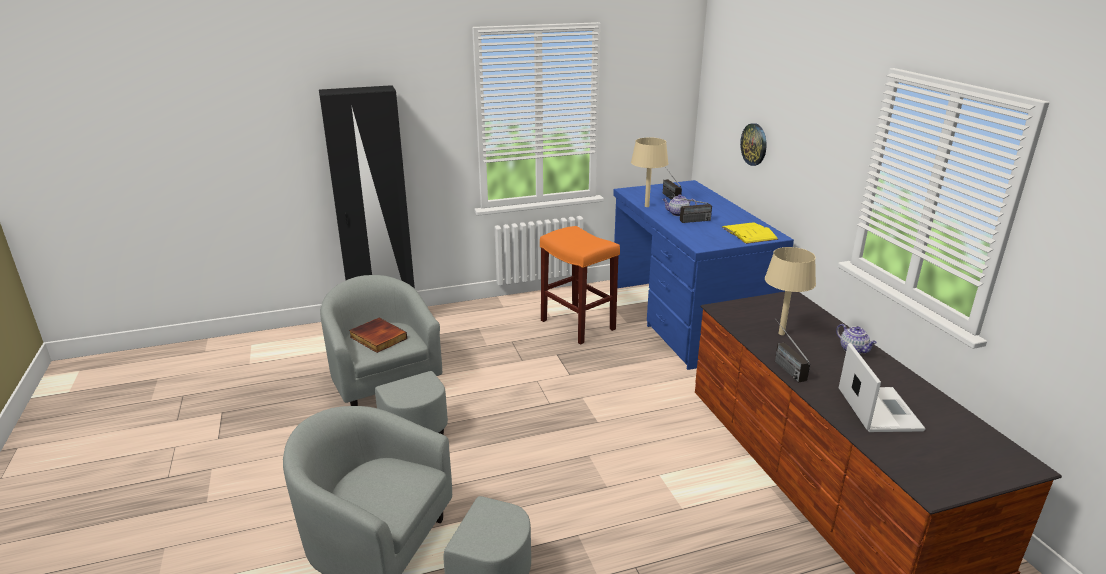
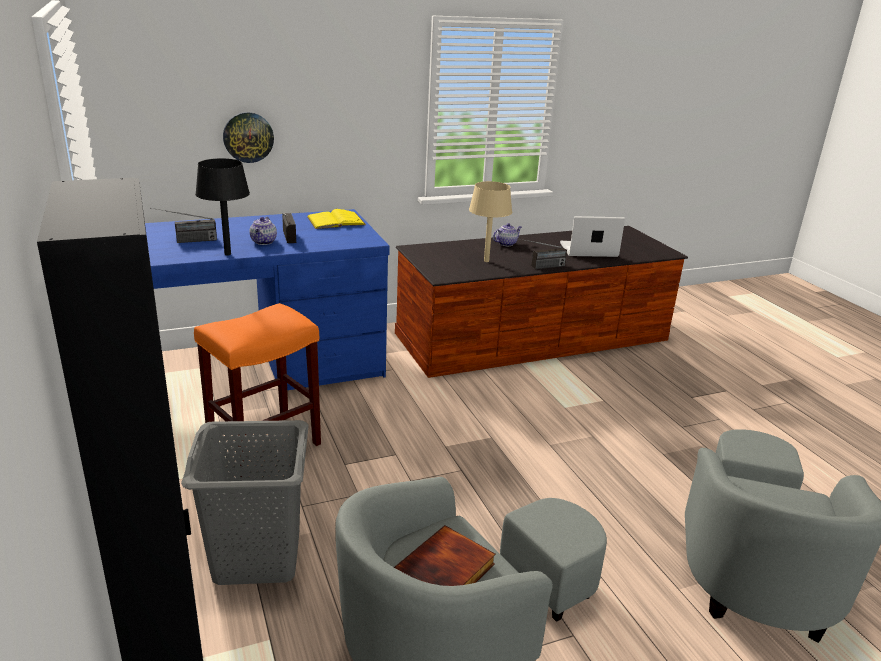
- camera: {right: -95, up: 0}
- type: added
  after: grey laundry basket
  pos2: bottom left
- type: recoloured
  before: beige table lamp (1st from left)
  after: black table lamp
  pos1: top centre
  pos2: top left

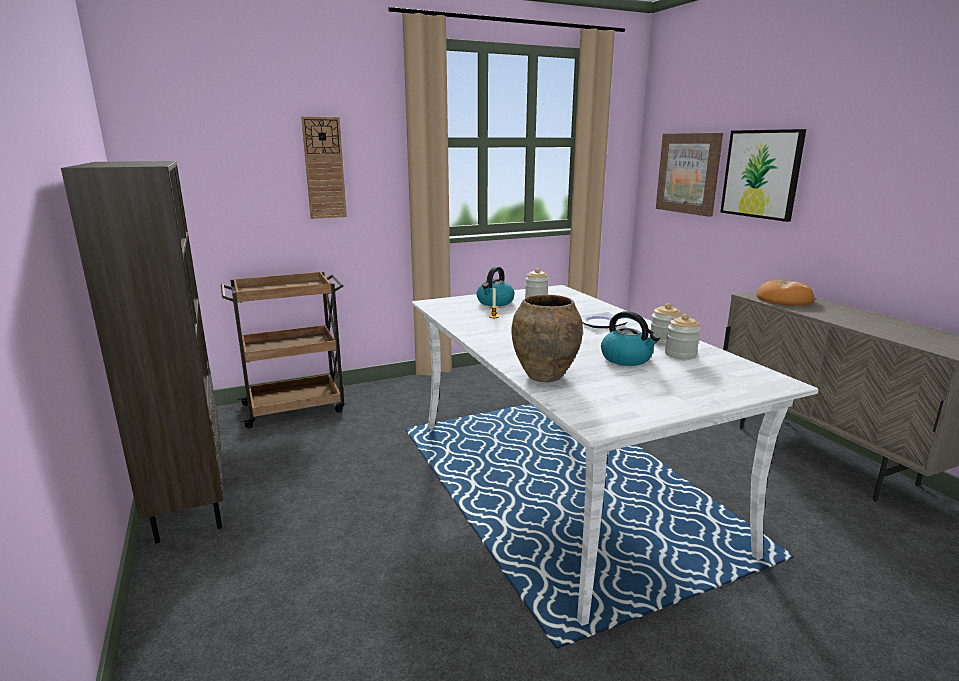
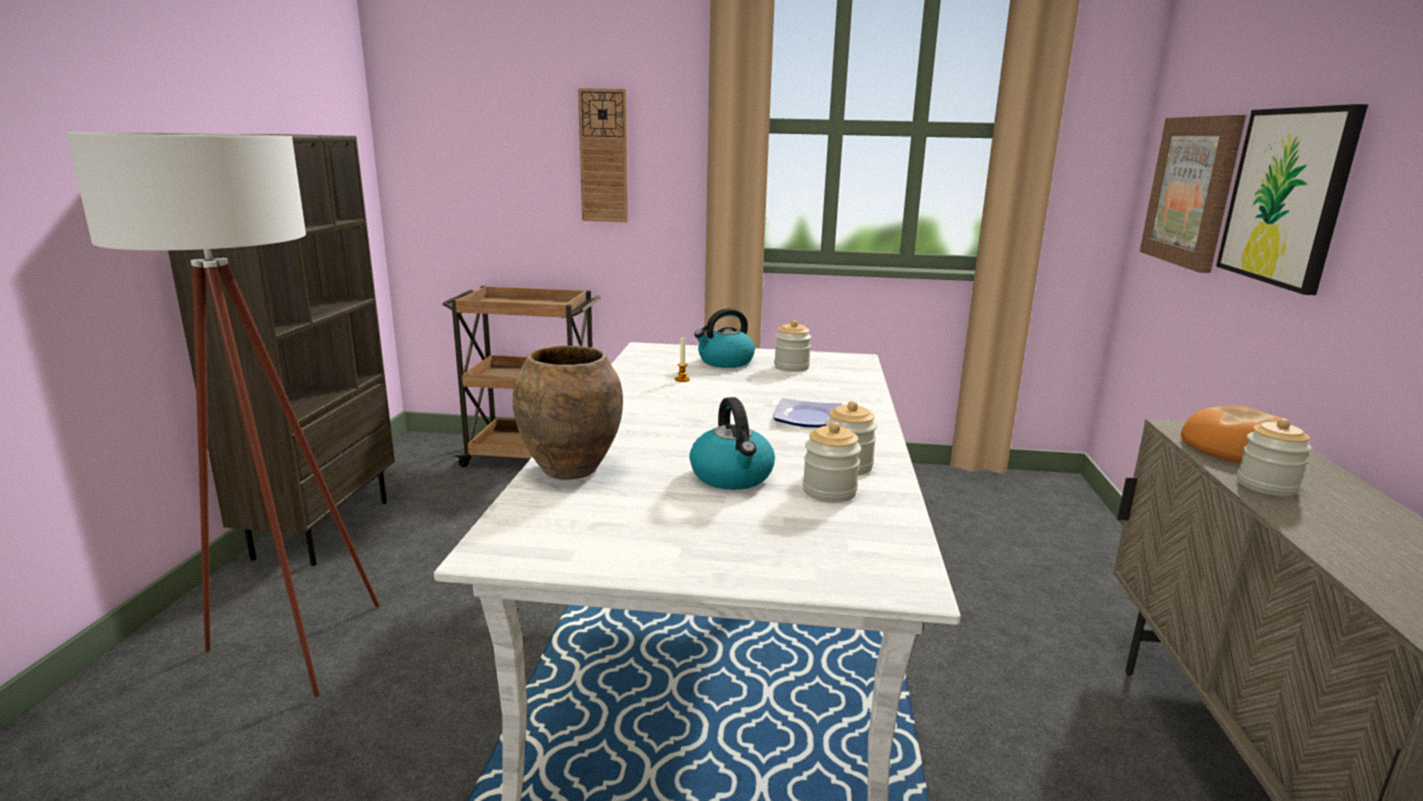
- camera: {right: 30, up: 0}
- type: added
  after: white floor lamp
  pos2: middle left
- type: added
  after: jar (4th from left)
  pos2: middle right

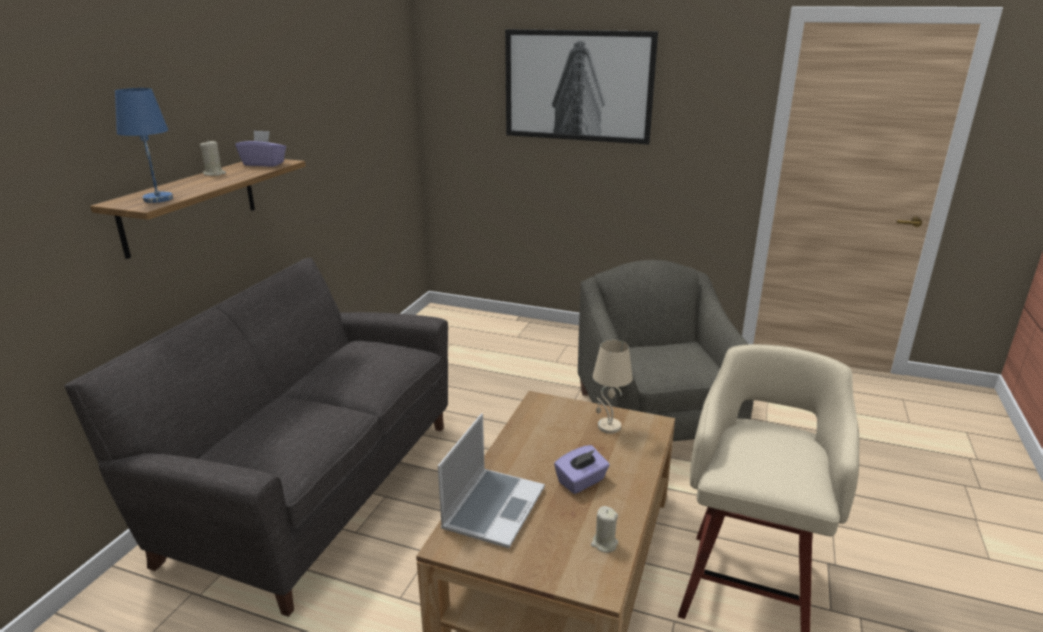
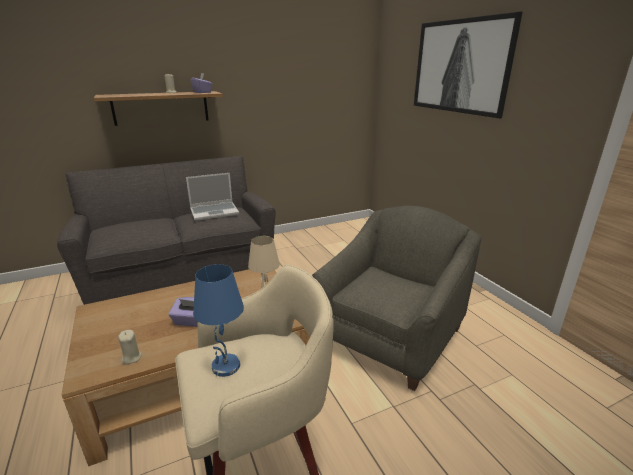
- camera: {right: 45, up: 0}
- type: moved
  before: blue table lamp
  pos1: top left
  pos2: bottom centre
- type: moved
  before: laptop
  pos1: bottom centre
  pos2: centre

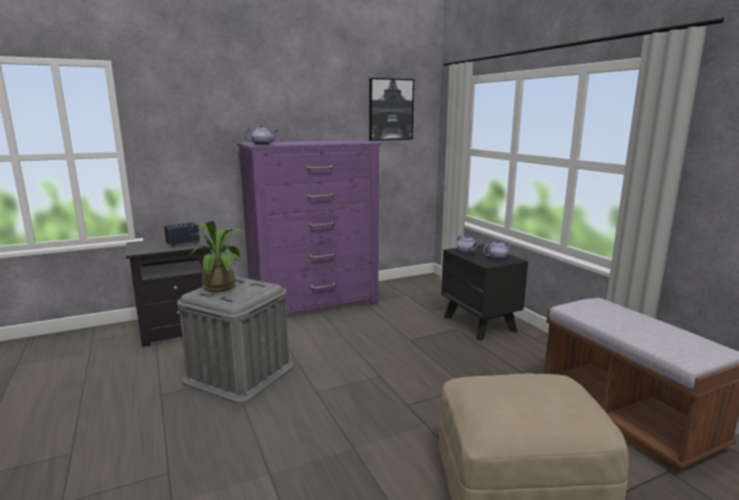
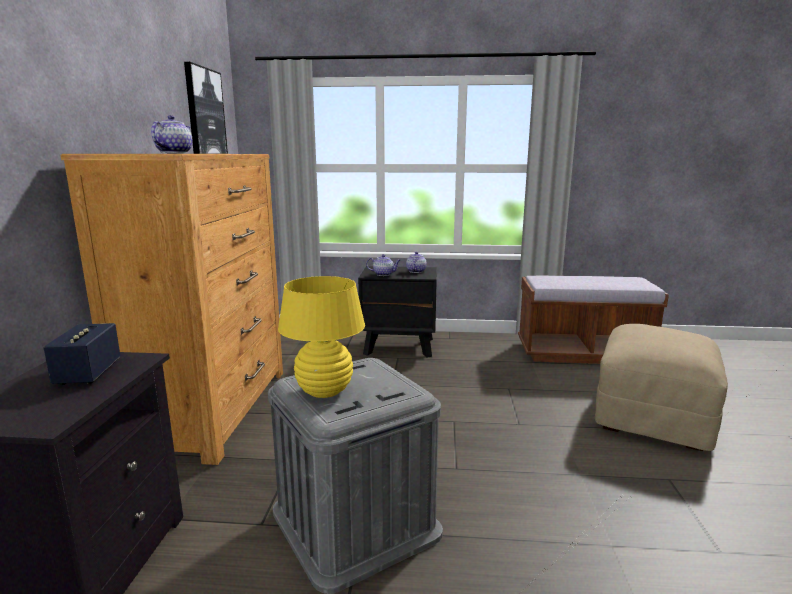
- camera: {right: -60, up: 0}
- type: replaced
  before: potted plant
  after: yellow table lamp
  pos1: middle left
  pos2: centre
- type: recoloured
  before: purple dresser
  after: brown dresser
  pos1: centre
  pos2: middle left

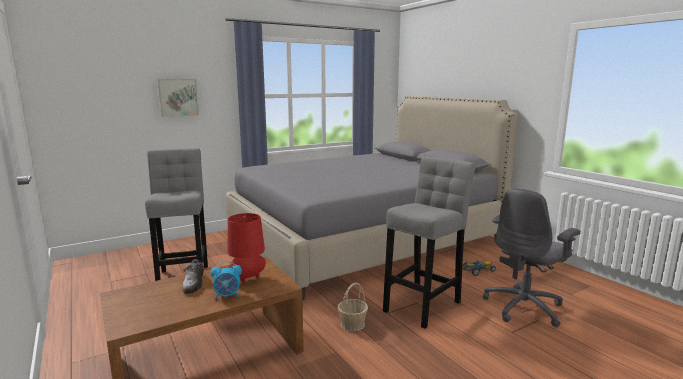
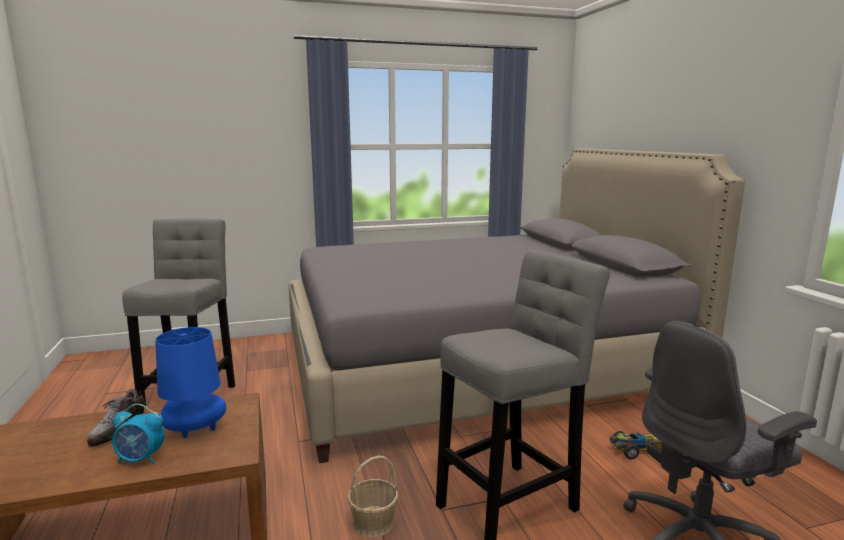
- camera: {right: 15, up: 0}
- type: removed
  before: picture
  pos1: top left
- type: recoloured
  before: red table lamp
  after: blue table lamp
  pos1: centre
  pos2: bottom left

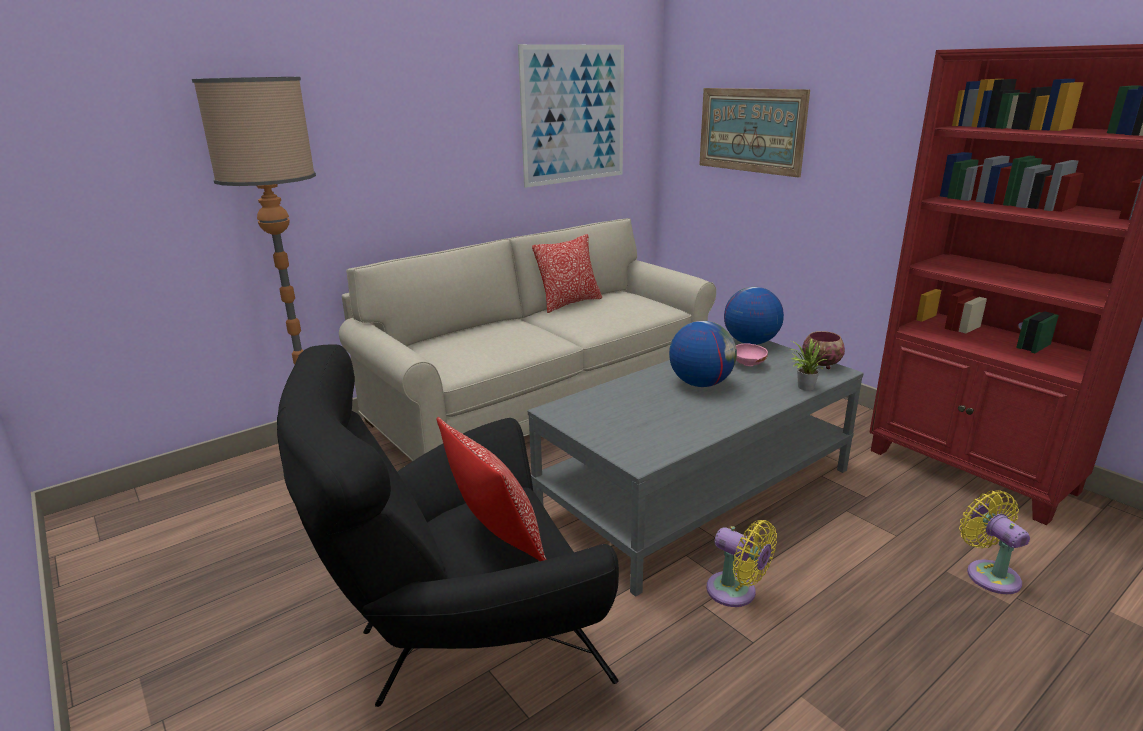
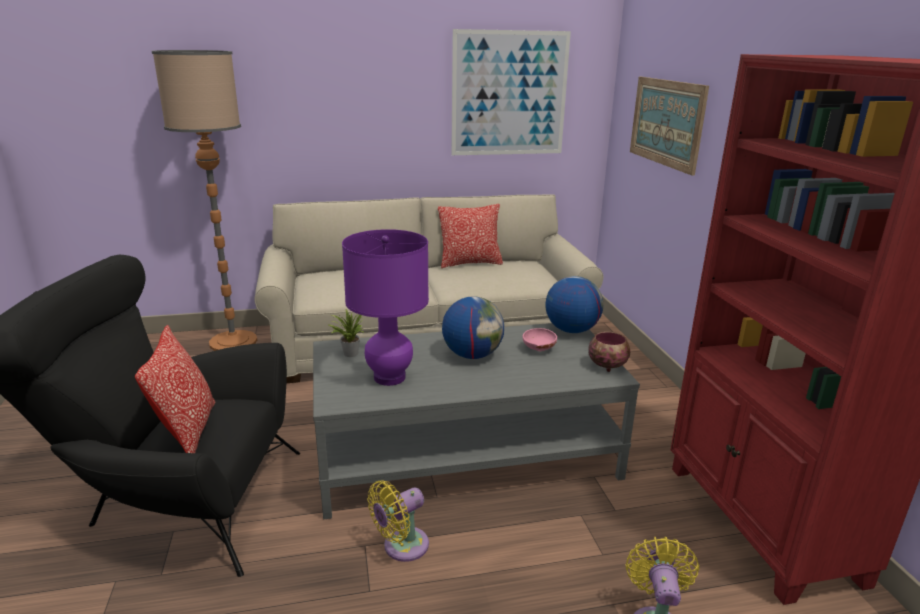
- camera: {right: 25, up: 0}
- type: added
  after: purple table lamp
  pos2: centre
- type: moved
  before: potted plant
  pos1: middle right
  pos2: centre
- type: turned
  before: yellow fan (1st from left)
  pos1: bottom centre
  pos2: bottom centre
  turn: 75

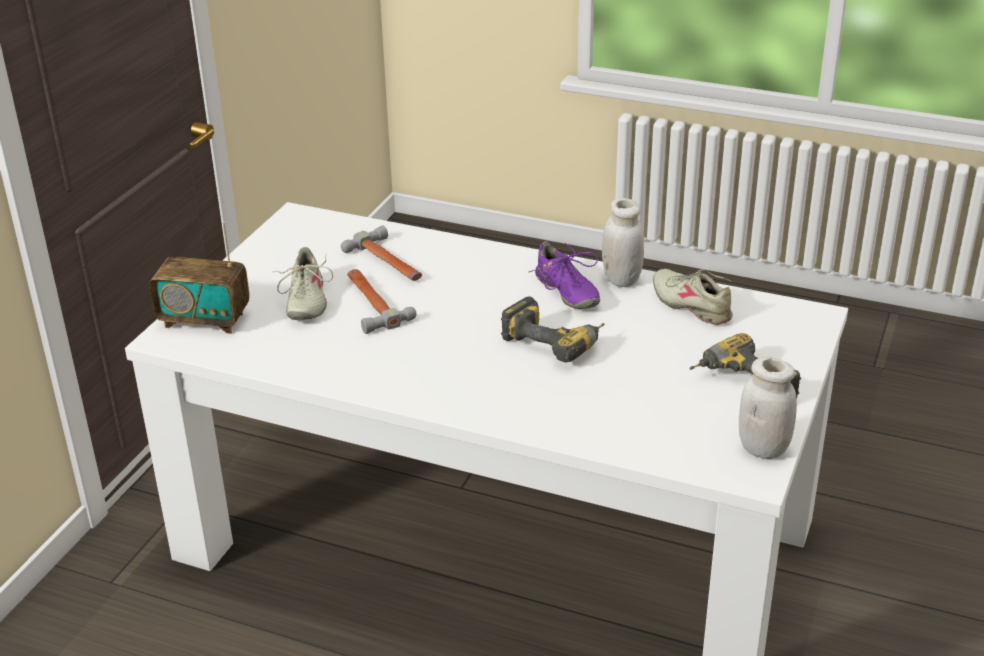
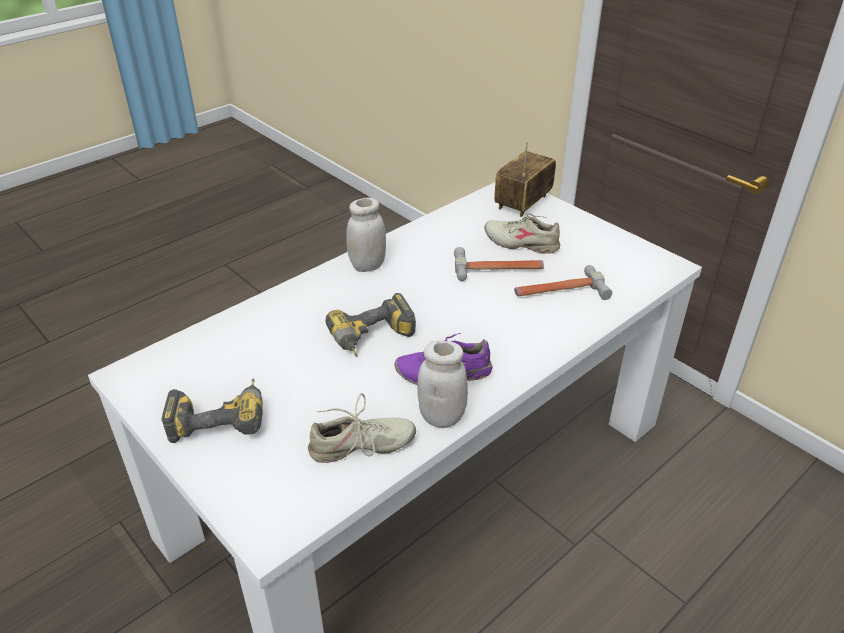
- camera: {right: 115, up: 5}
- type: moved
  before: white jar (2nd from left in the first image)
  after: white jar (1st from left)
  pos1: middle right
  pos2: centre

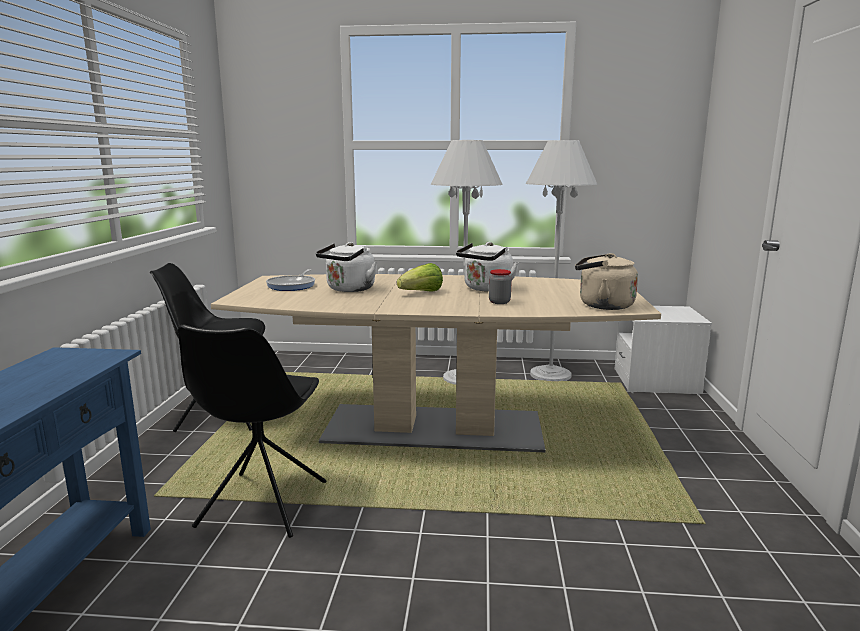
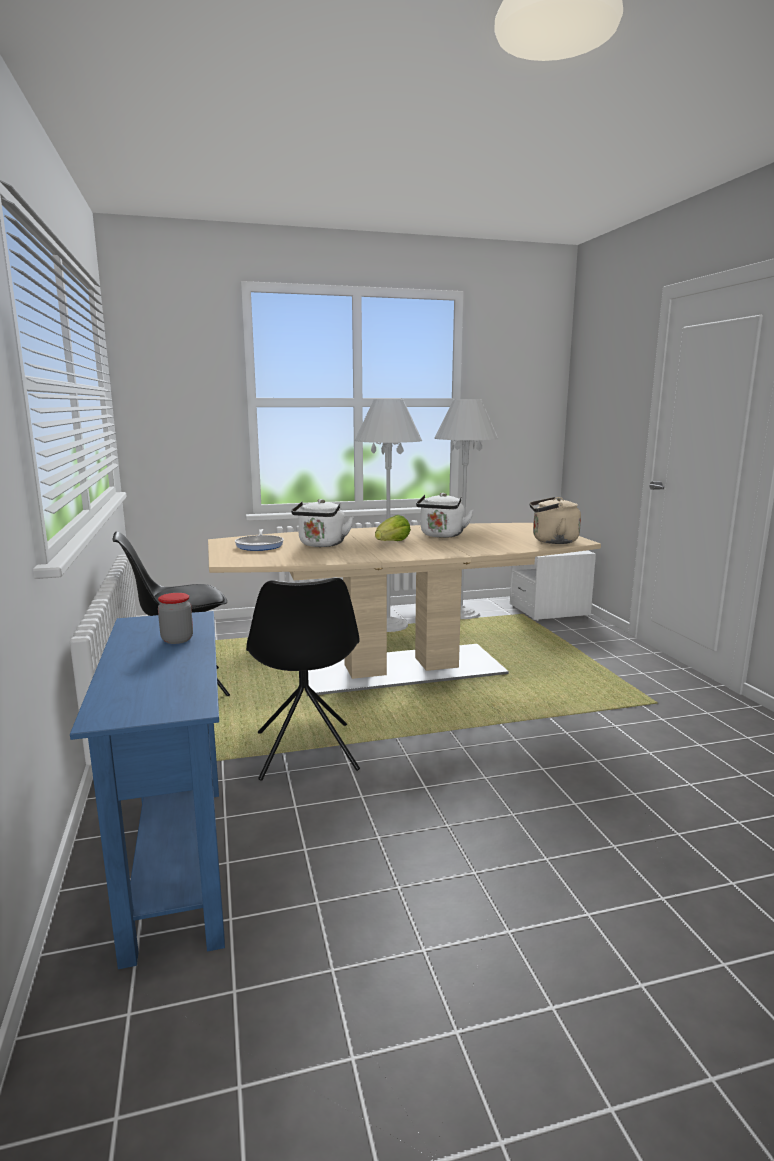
- camera: {right: -20, up: 0}
- type: moved
  before: jar
  pos1: centre
  pos2: middle left

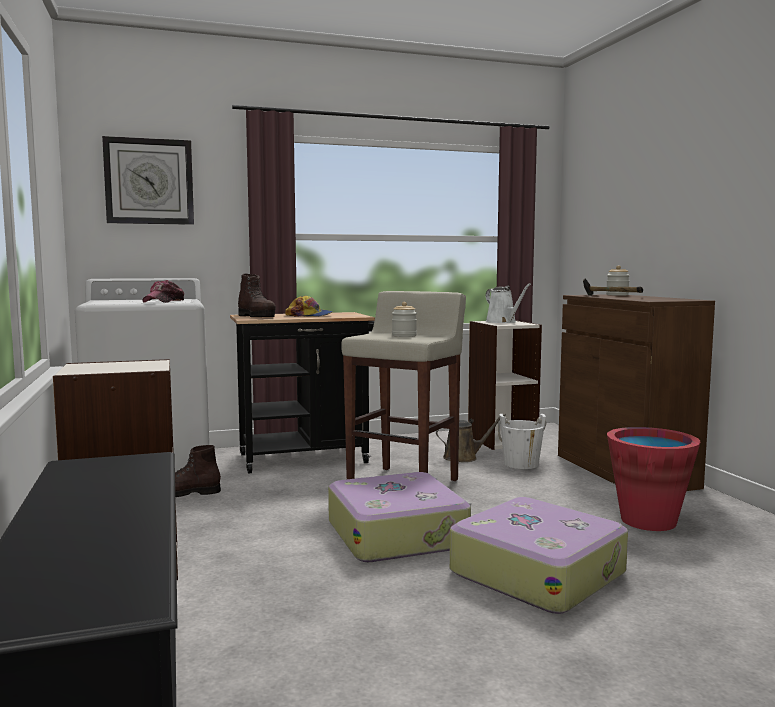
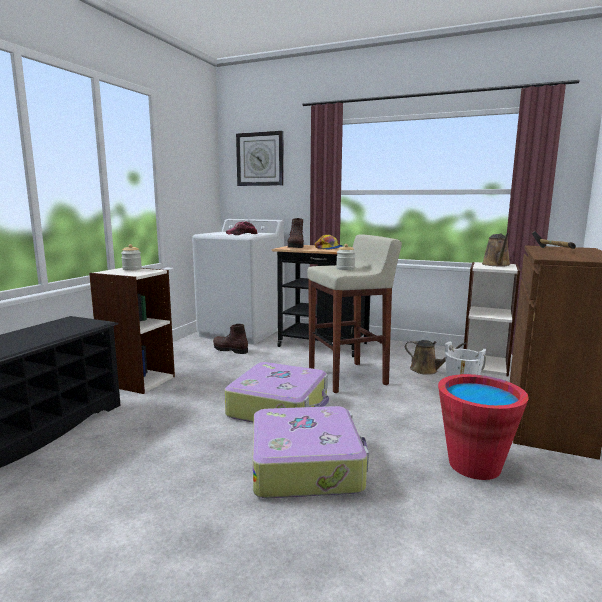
- camera: {right: 40, up: 5}
- type: moved
  before: jar (2nd from left in the first image)
  after: jar (1st from left)
  pos1: middle right
  pos2: middle left
- type: recoloured
  before: white watering can
  after: brown watering can (2nd from left)
  pos1: centre
  pos2: middle right

